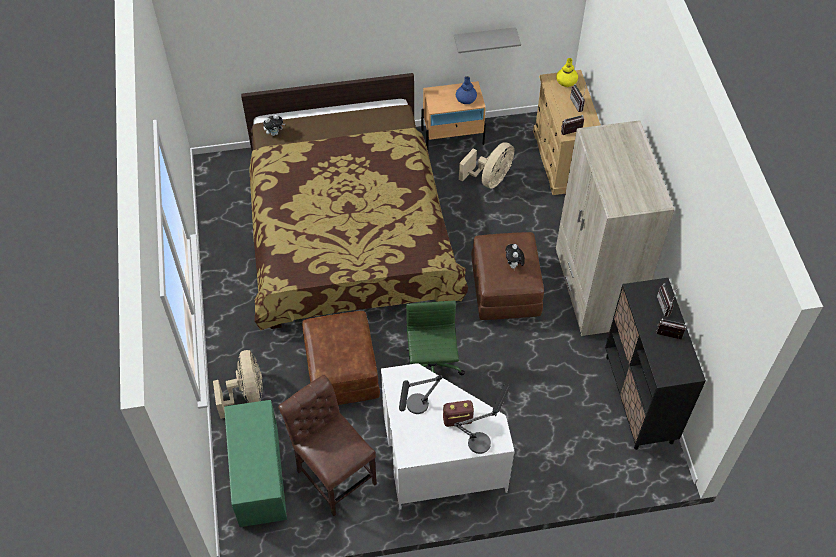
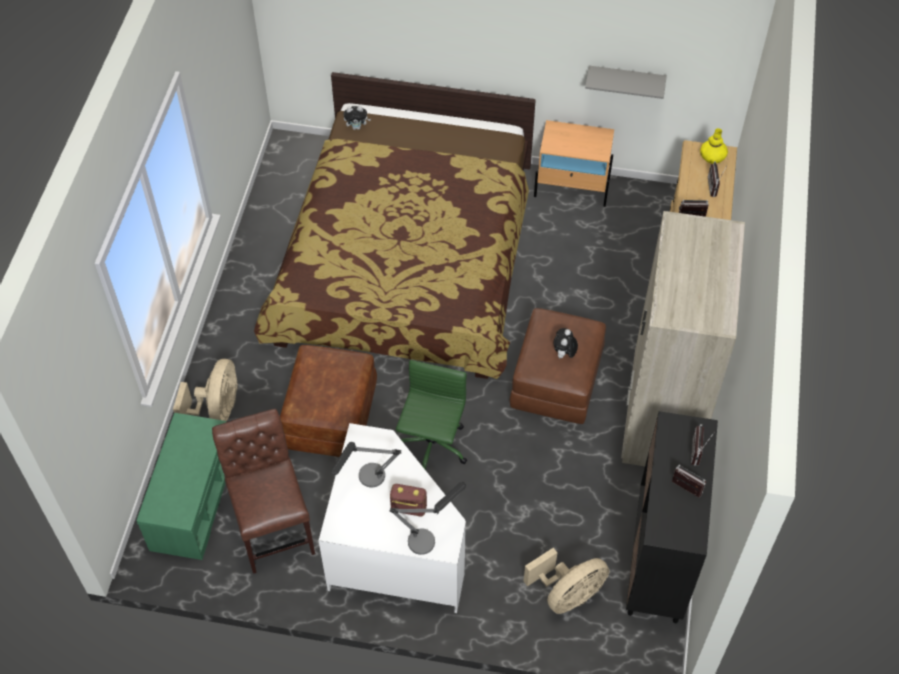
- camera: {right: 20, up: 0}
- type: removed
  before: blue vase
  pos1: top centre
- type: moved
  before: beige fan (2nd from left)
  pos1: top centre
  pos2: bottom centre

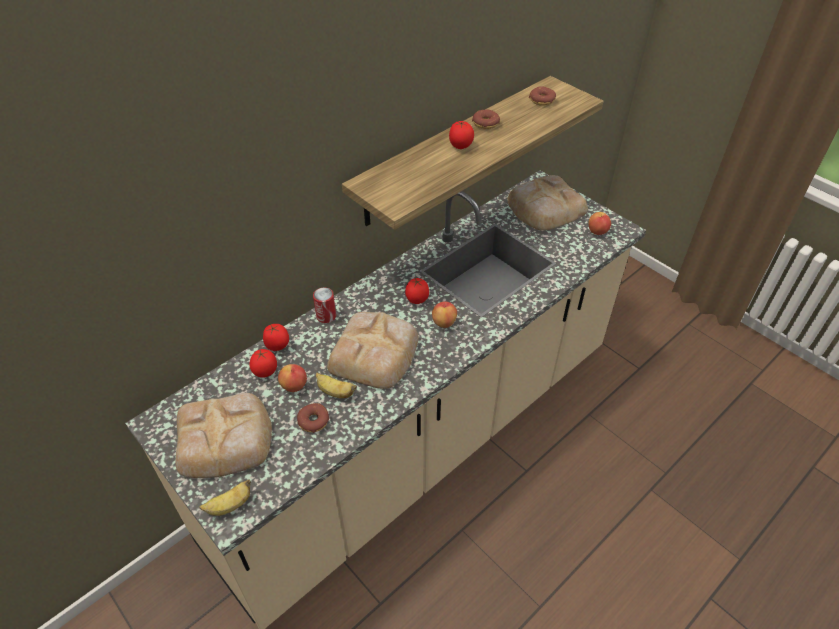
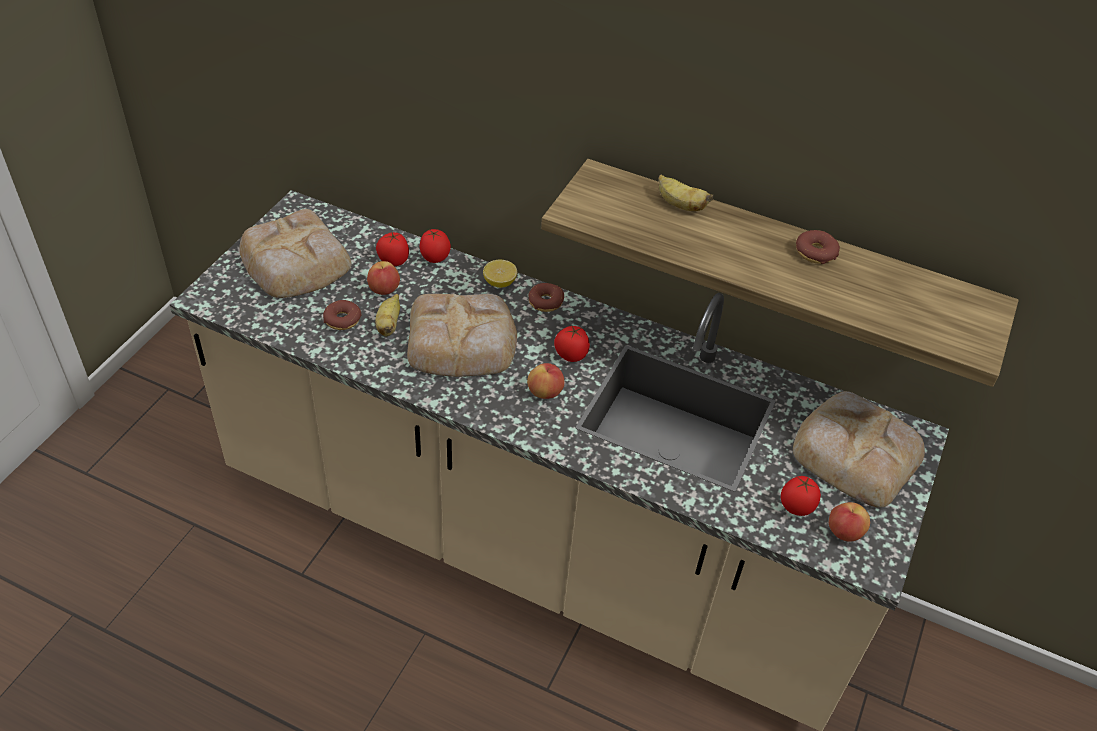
- camera: {right: 65, up: 0}
- type: moved
  before: banana (1st from left in the first image)
  after: banana (2nd from left)
  pos1: bottom left
  pos2: top centre
- type: moved
  before: tomato (4th from left)
  pos1: top centre
  pos2: bottom right
- type: moved
  before: donut (3rd from left in the first image)
  after: donut (2nd from left)
  pos1: top centre
  pos2: centre
- type: replaced
  before: can
  after: lemon
  pos1: centre
  pos2: centre

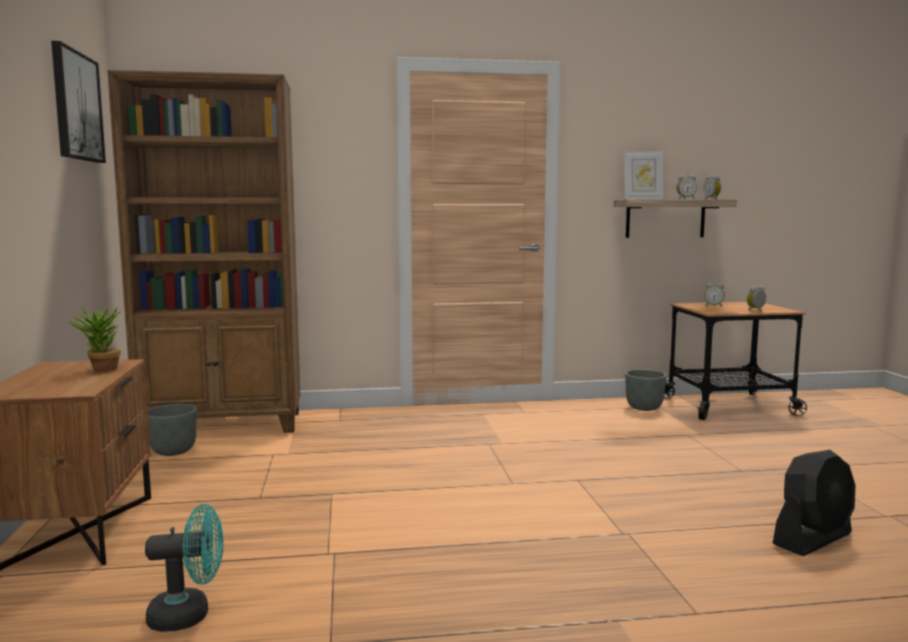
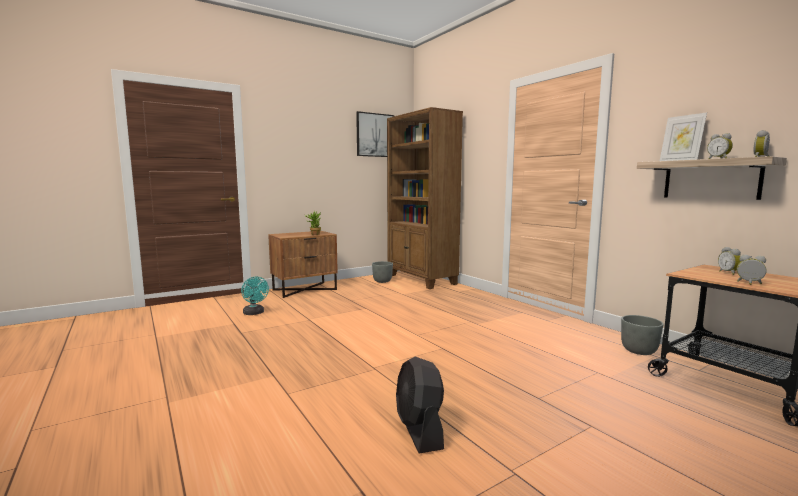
- camera: {right: 65, up: 0}
- type: turned
  before: black fan
  pos1: bottom right
  pos2: bottom centre
  turn: 45

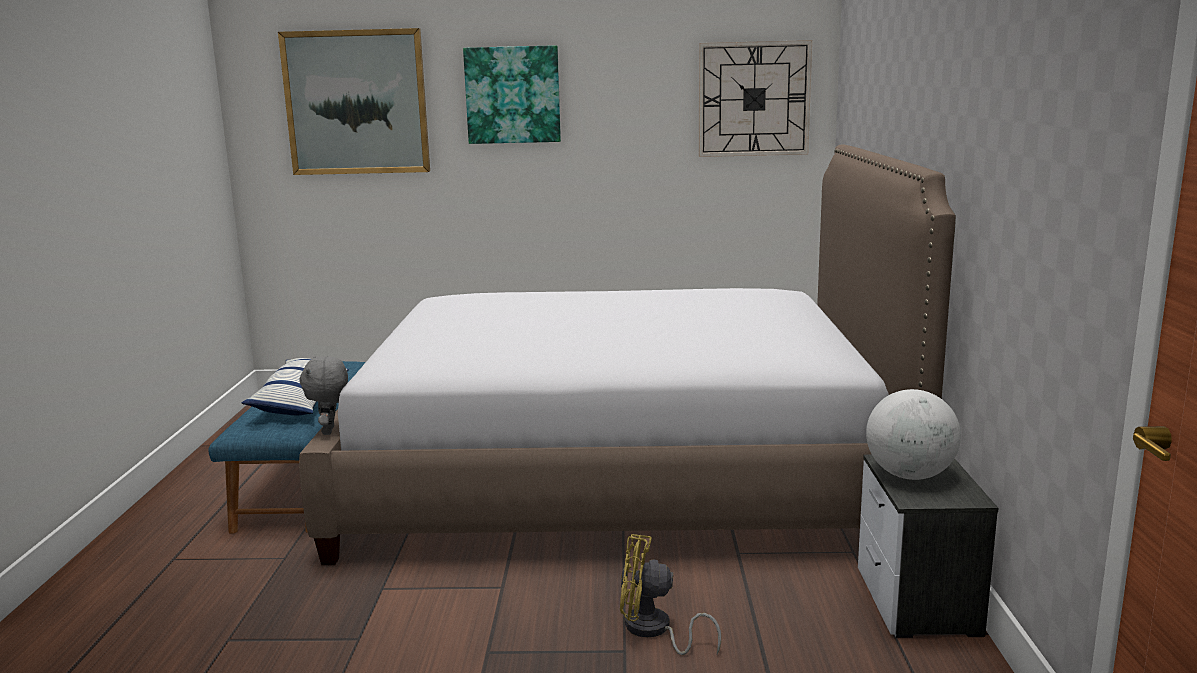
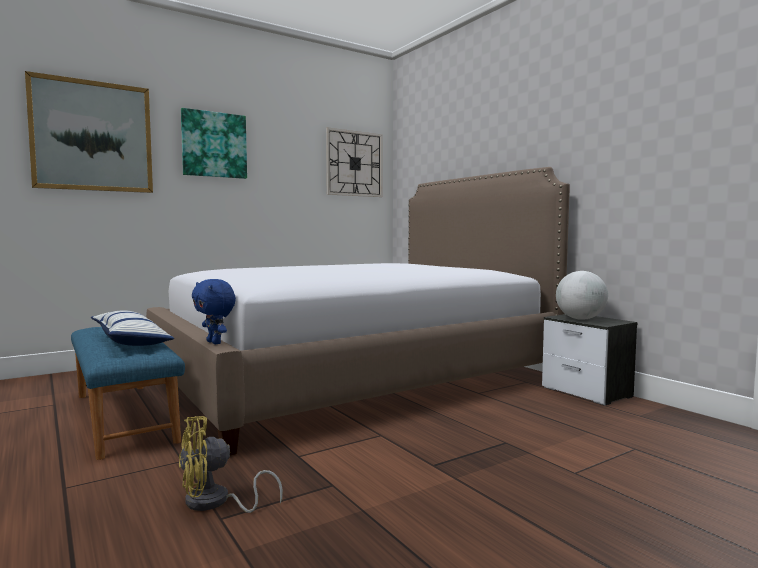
- camera: {right: -35, up: -10}
- type: moved
  before: yellow fan
  pos1: bottom centre
  pos2: bottom left
- type: recoloured
  before: grey plush toy
  after: blue plush toy
  pos1: middle left
  pos2: middle left

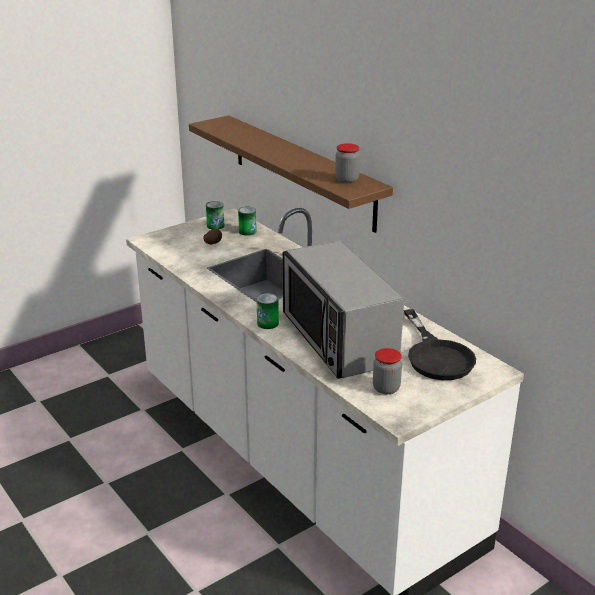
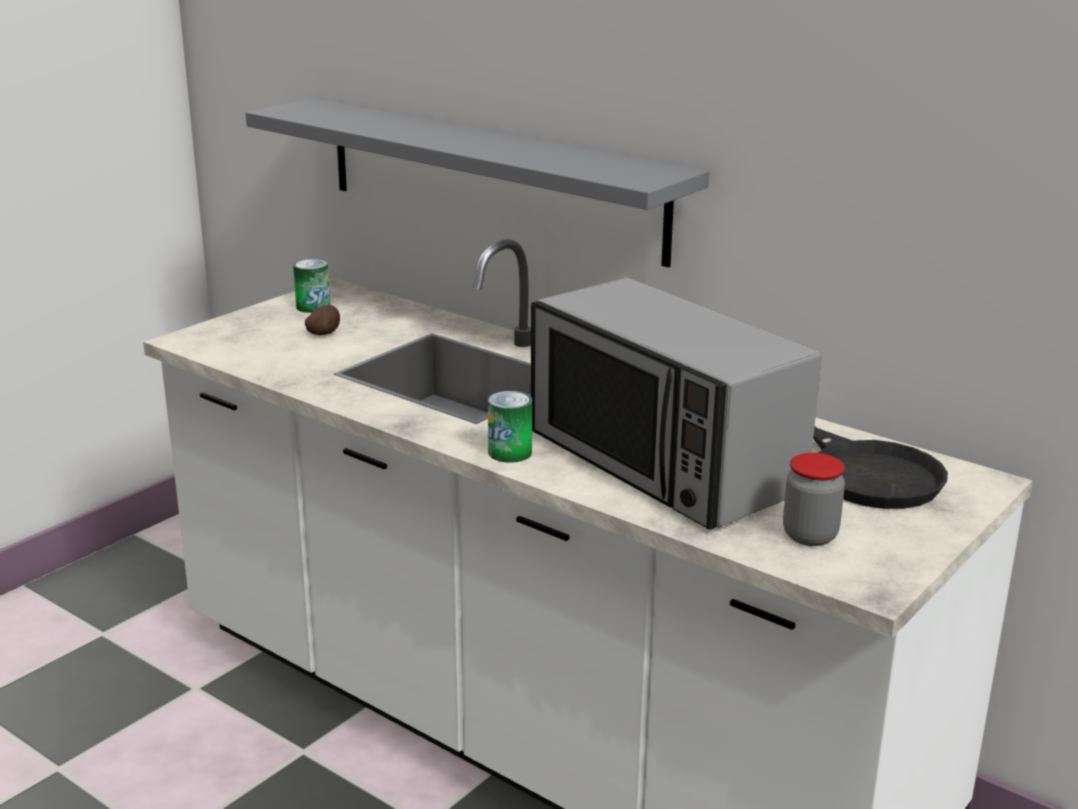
- camera: {right: -15, up: -5}
- type: removed
  before: can (2nd from left)
  pos1: centre
- type: removed
  before: jar (1st from left)
  pos1: top centre
- type: recoloured
  before: brown shelf
  after: grey shelf
  pos1: top centre
  pos2: top centre

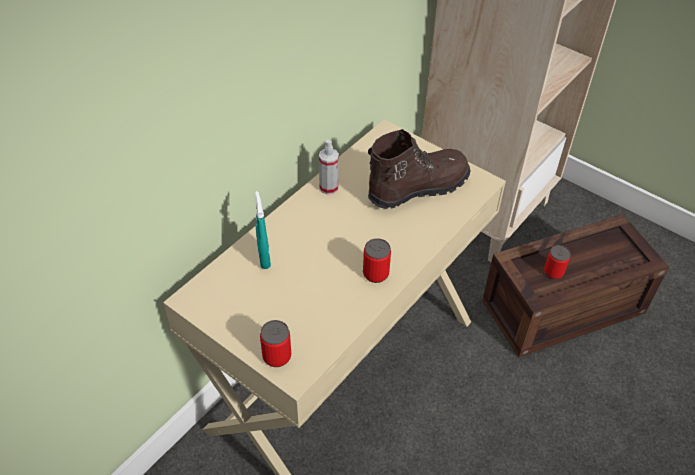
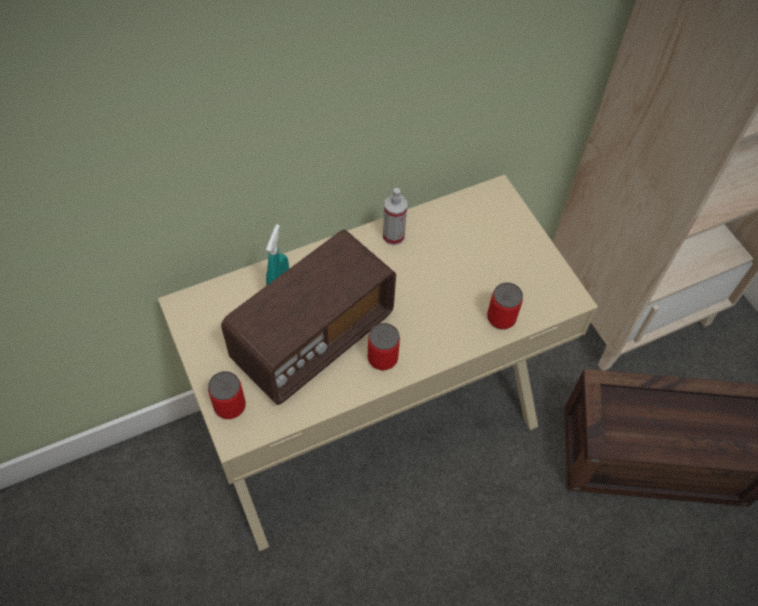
- camera: {right: 25, up: 10}
- type: removed
  before: brown boot
  pos1: centre
- type: added
  after: radio
  pos2: centre
- type: moved
  before: can (3rd from left)
  pos1: middle right
  pos2: centre

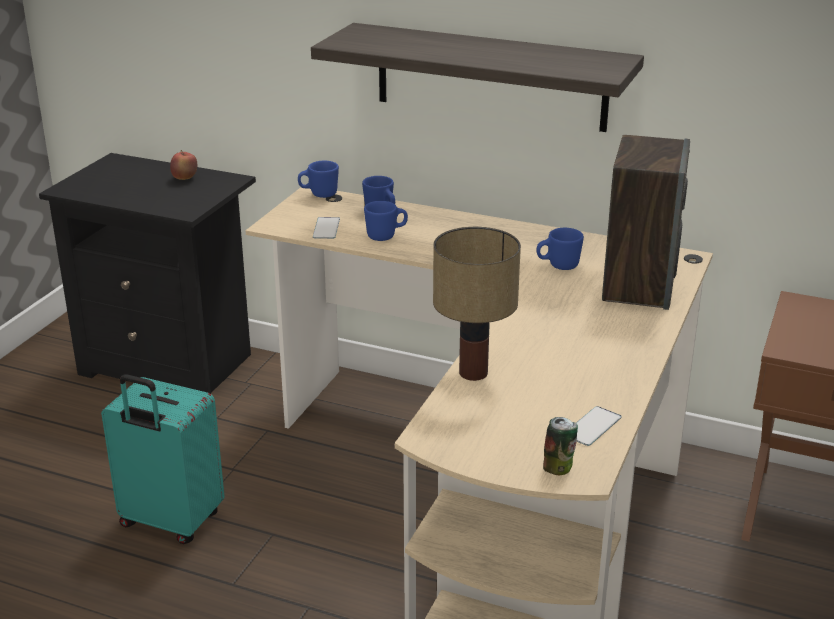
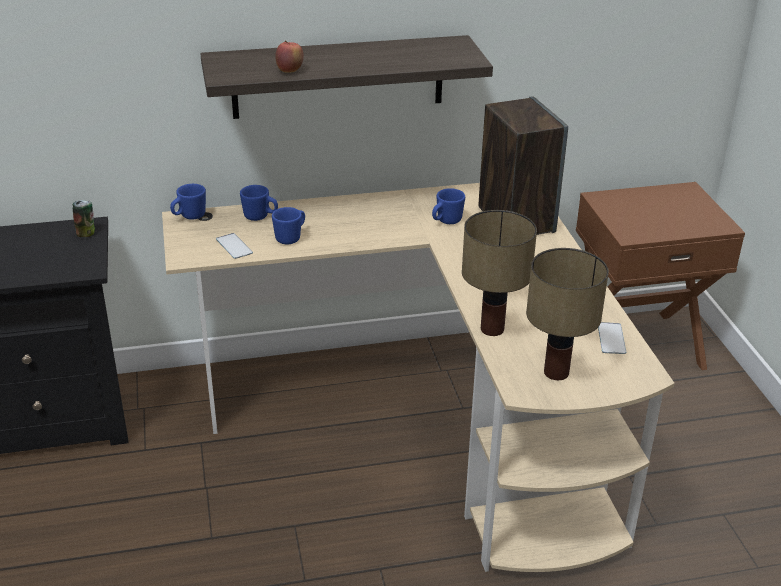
- camera: {right: -35, up: 5}
- type: removed
  before: turquoise suitcase
  pos1: bottom left
- type: added
  after: table lamp (2nd from left)
  pos2: middle right
- type: moved
  before: apple
  pos1: top left
  pos2: top centre
- type: moved
  before: can
  pos1: bottom right
  pos2: middle left

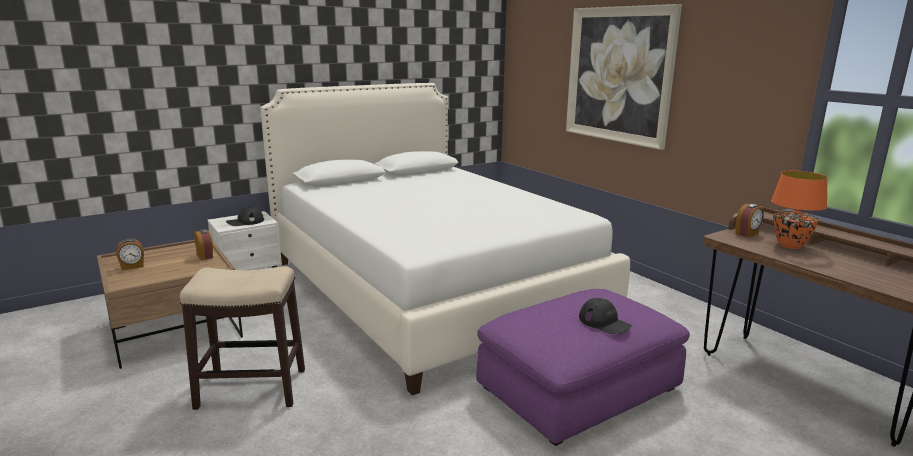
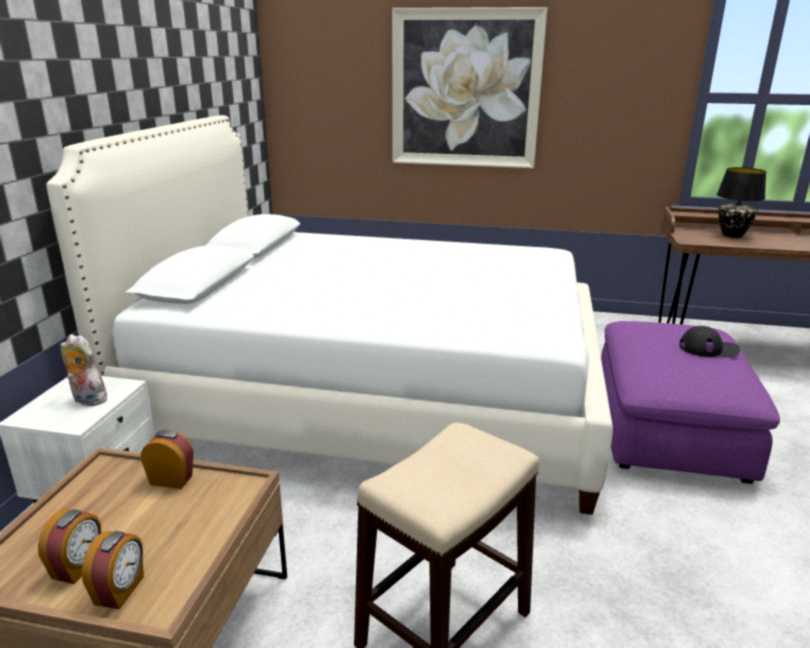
- camera: {right: -45, up: 5}
- type: moved
  before: alarm clock (3rd from left in the first image)
  after: alarm clock (2nd from left)
  pos1: middle right
  pos2: bottom left
- type: replaced
  before: black cap (1st from left)
  after: plush toy
  pos1: middle left
  pos2: middle left
- type: recoloured
  before: orange table lamp
  after: black table lamp
  pos1: middle right
  pos2: top right

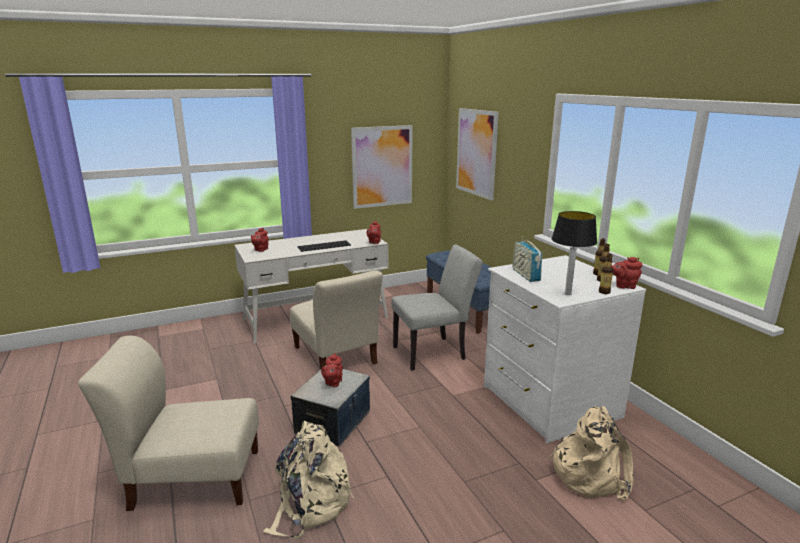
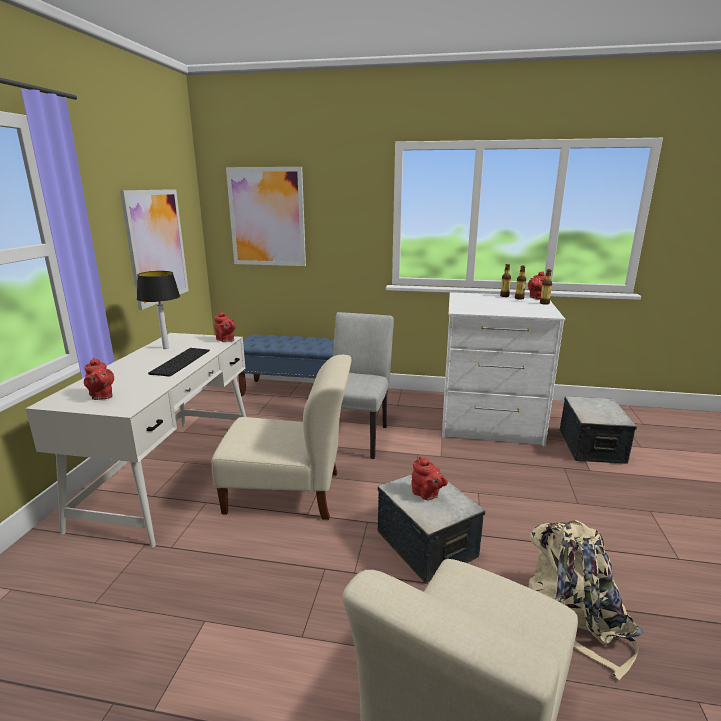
- camera: {right: -55, up: 0}
- type: removed
  before: radio
  pos1: centre
- type: moved
  before: table lamp
  pos1: middle right
  pos2: middle left
- type: replaced
  before: beige backpack (2nd from left)
  after: storage box (2nd from left)
  pos1: bottom right
  pos2: middle right

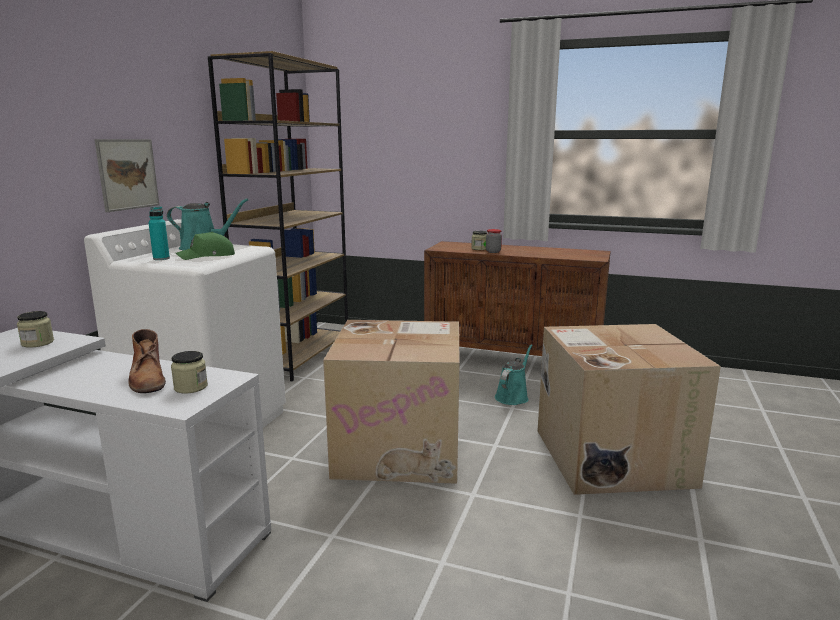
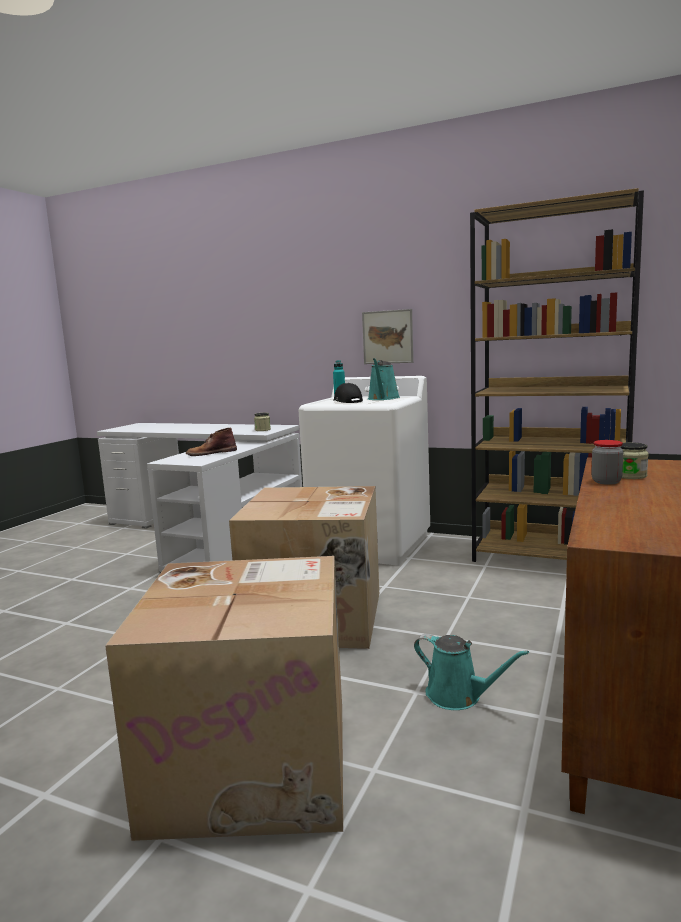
- camera: {right: 95, up: -5}
- type: removed
  before: jar (2nd from left)
  pos1: middle left
- type: recoloured
  before: green cap
  after: black cap
  pos1: middle left
  pos2: centre

